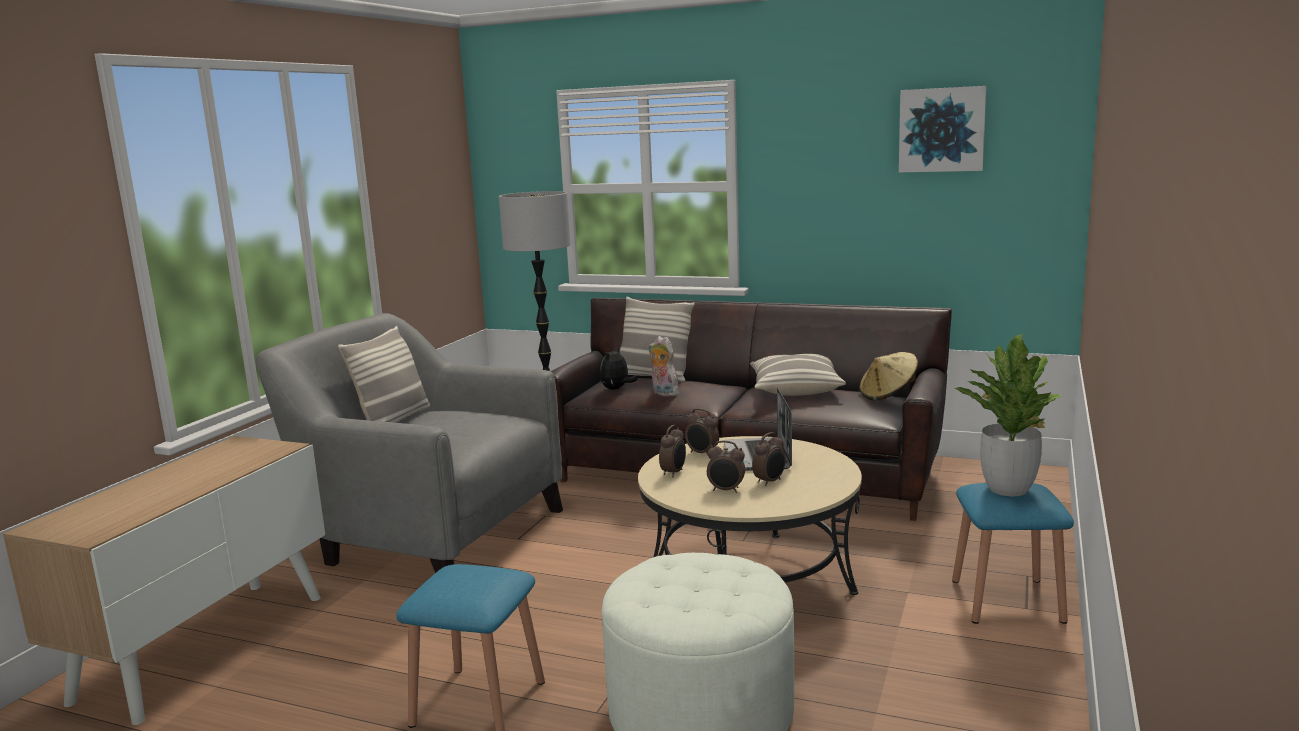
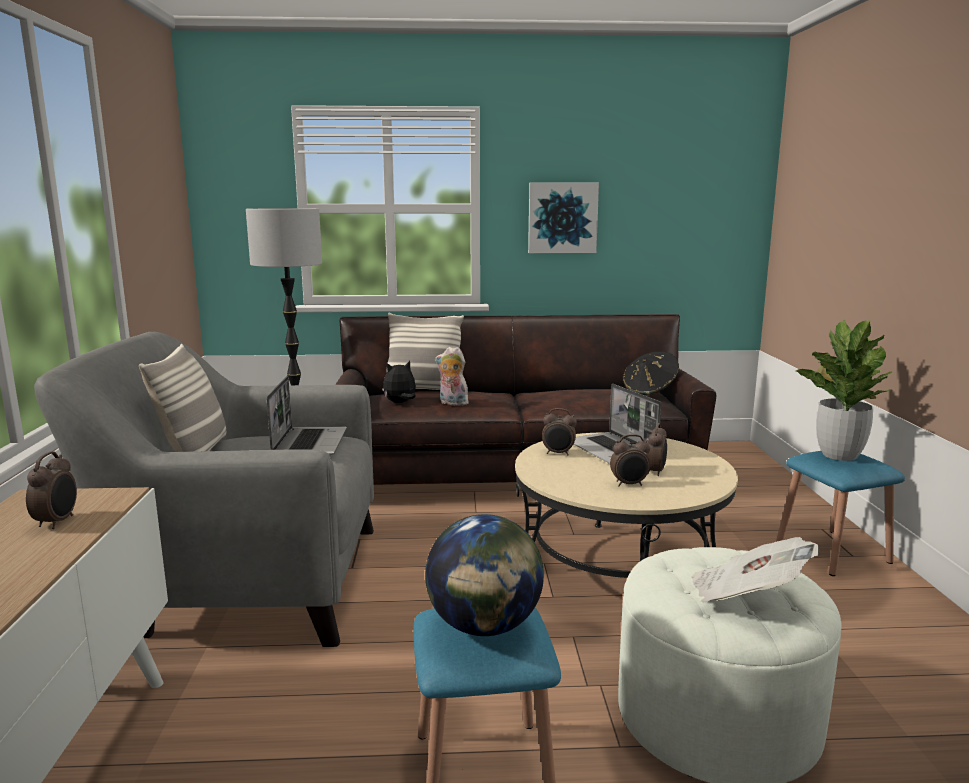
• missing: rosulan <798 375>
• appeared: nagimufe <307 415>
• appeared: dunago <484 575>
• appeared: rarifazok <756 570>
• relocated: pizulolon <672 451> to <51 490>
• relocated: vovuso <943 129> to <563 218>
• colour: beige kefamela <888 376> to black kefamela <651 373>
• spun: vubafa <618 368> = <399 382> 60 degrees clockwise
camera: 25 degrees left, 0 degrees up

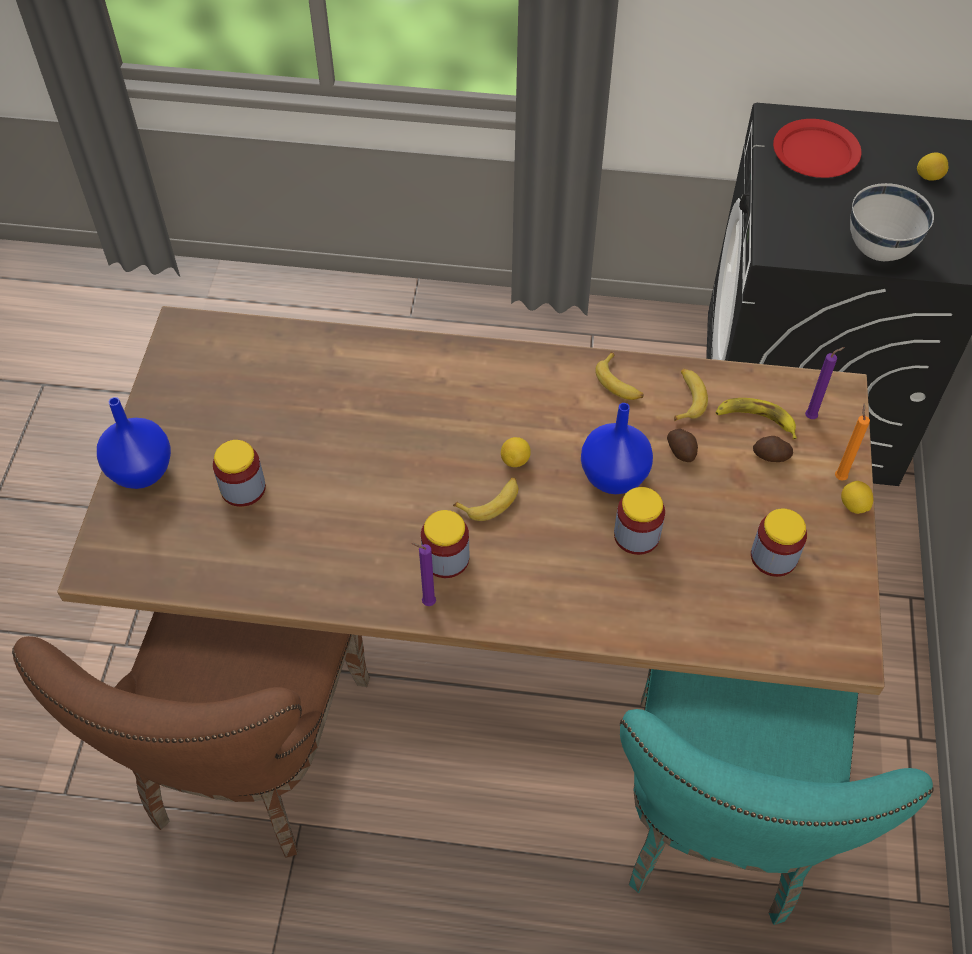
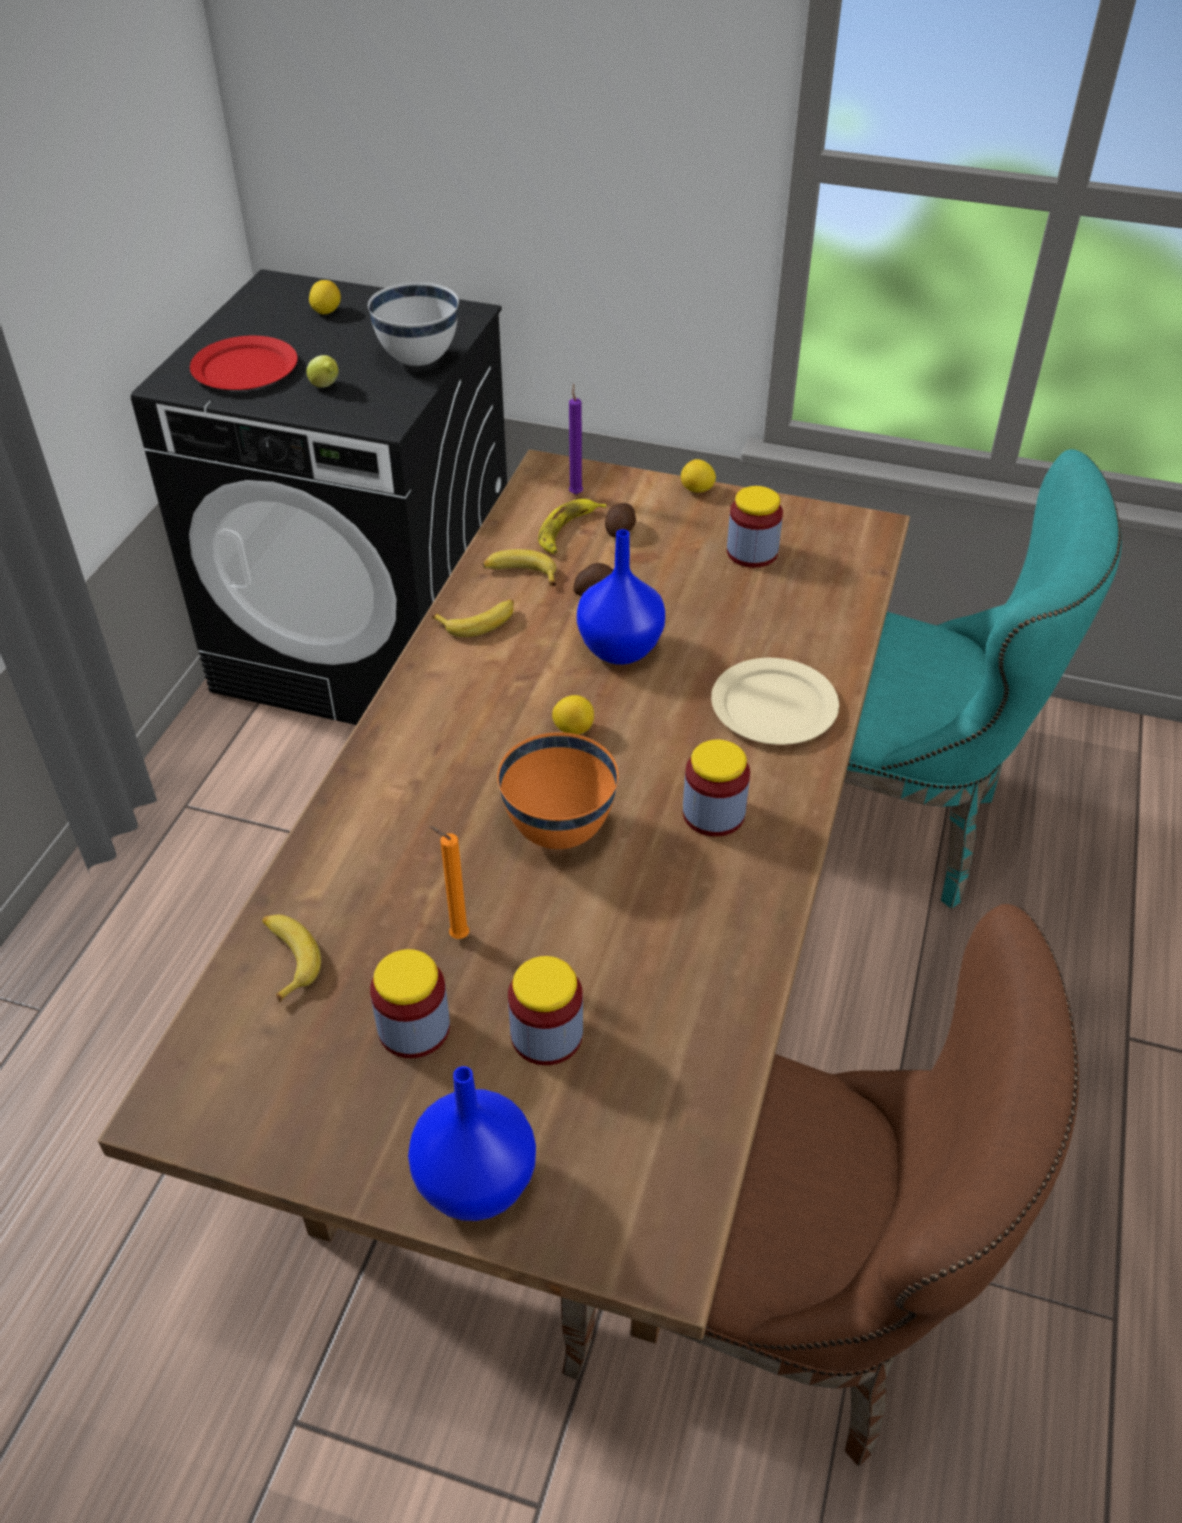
• missing: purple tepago <423 574>
• appeared: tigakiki <322 371>
• appeared: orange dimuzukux <557 790>
• appeared: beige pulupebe <775 701>
• relocated: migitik <485 499> to <291 958>
• relocated: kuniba <639 521> to <410 1003>
• relocated: orange tepago <852 442> to <449 882>
camera: 80 degrees left, 10 degrees down

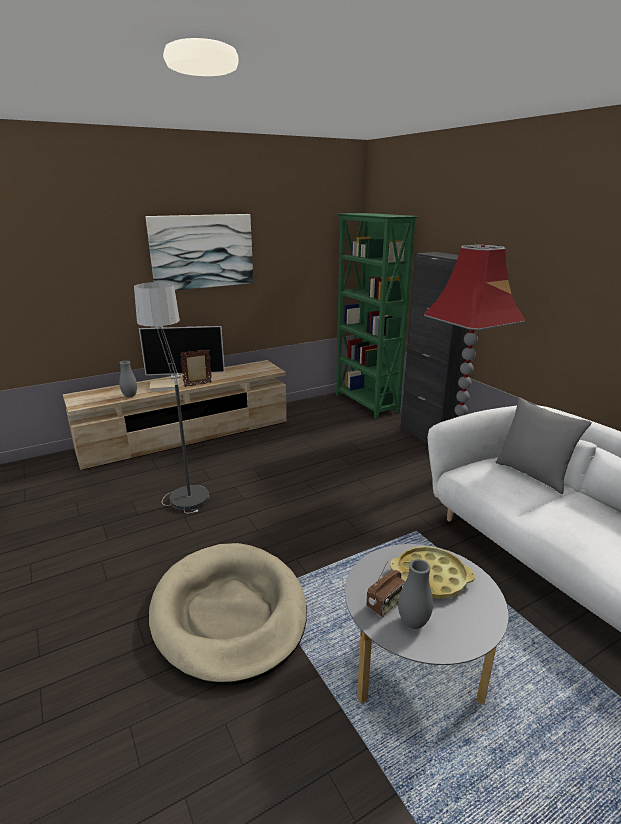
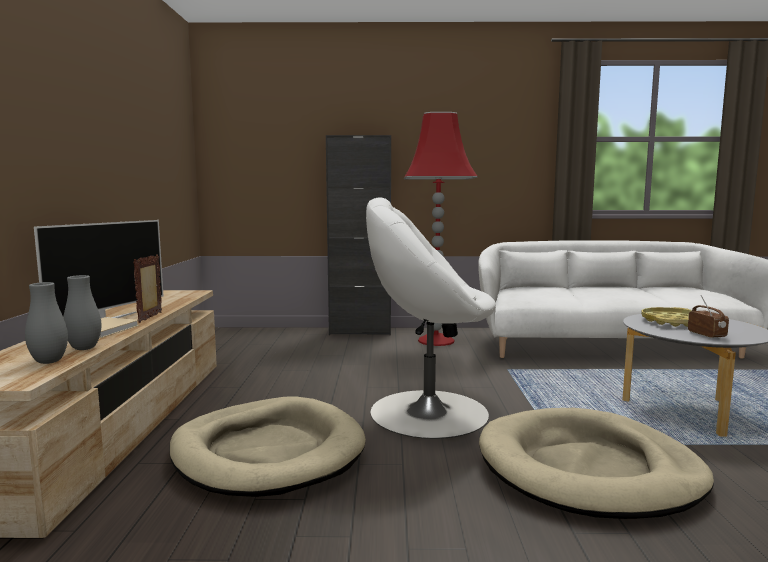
• missing: vovuso <199 252>
• missing: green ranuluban <377 316>
• missing: grey rosulan <544 445>
• appeared: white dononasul <431 318>
• relocated: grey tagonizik <415 594> to <46 323>
• exchanged: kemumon <171 397> to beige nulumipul <267 446>
camera: 60 degrees left, 15 degrees down

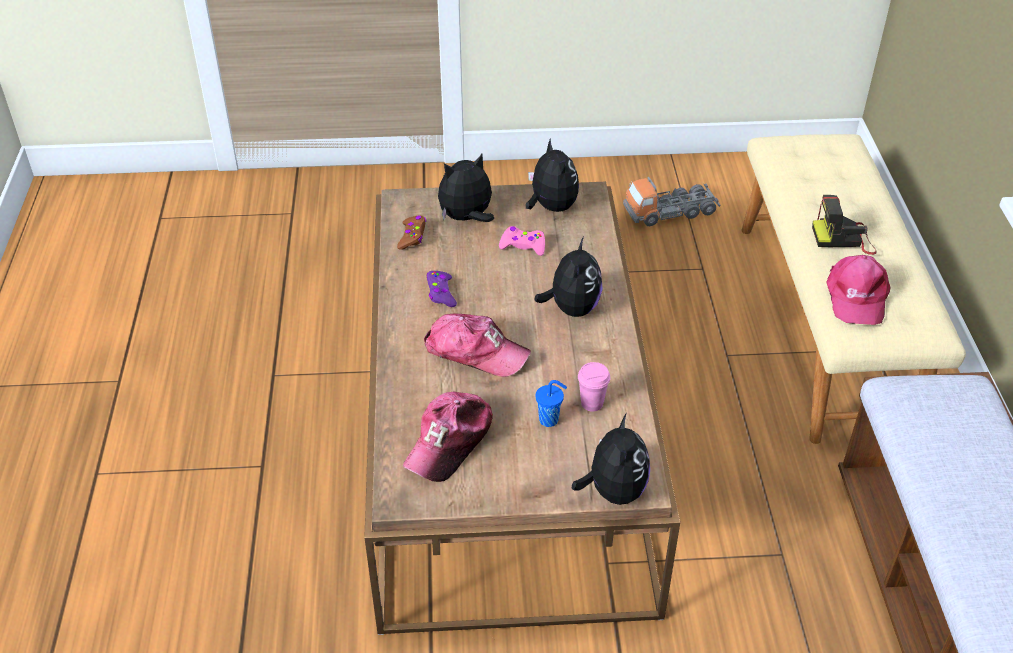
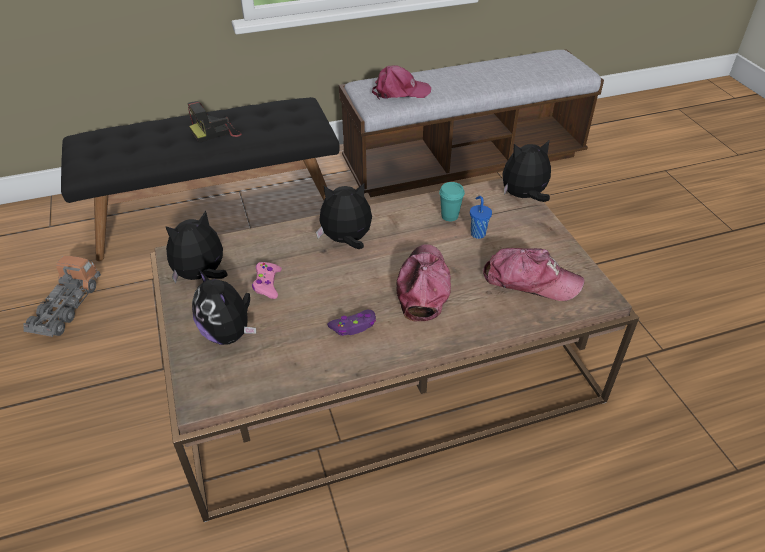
• missing: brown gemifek <411 232>
• relocated: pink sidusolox <858 290> to <401 82>
• colour: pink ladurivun <594 386> to turquoise ladurivun <452 201>
• colour: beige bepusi <853 289> to black bepusi <200 179>
• spun: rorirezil <671 201> = <62 296> 135 degrees counterclockwise
• spun: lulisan <844 225> = <215 121> 75 degrees clockwise
camera: 105 degrees left, 0 degrees up

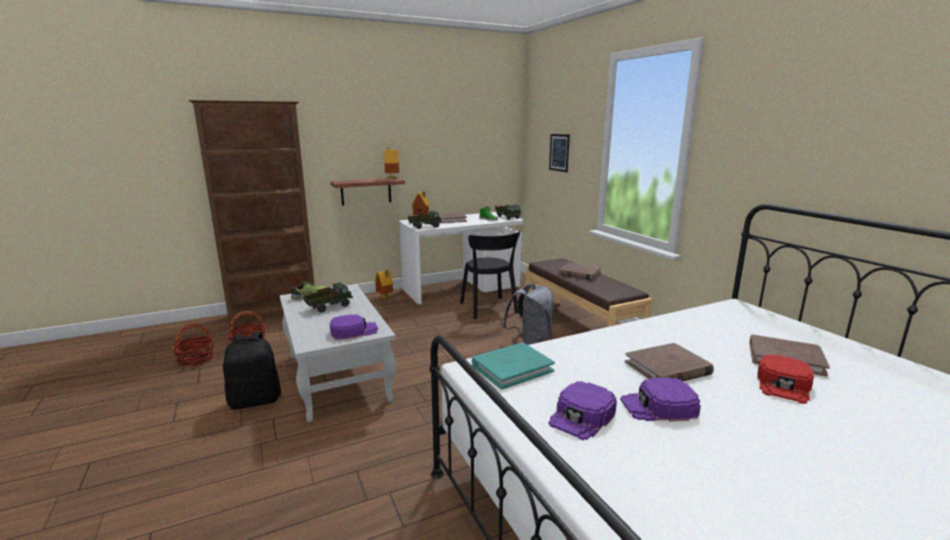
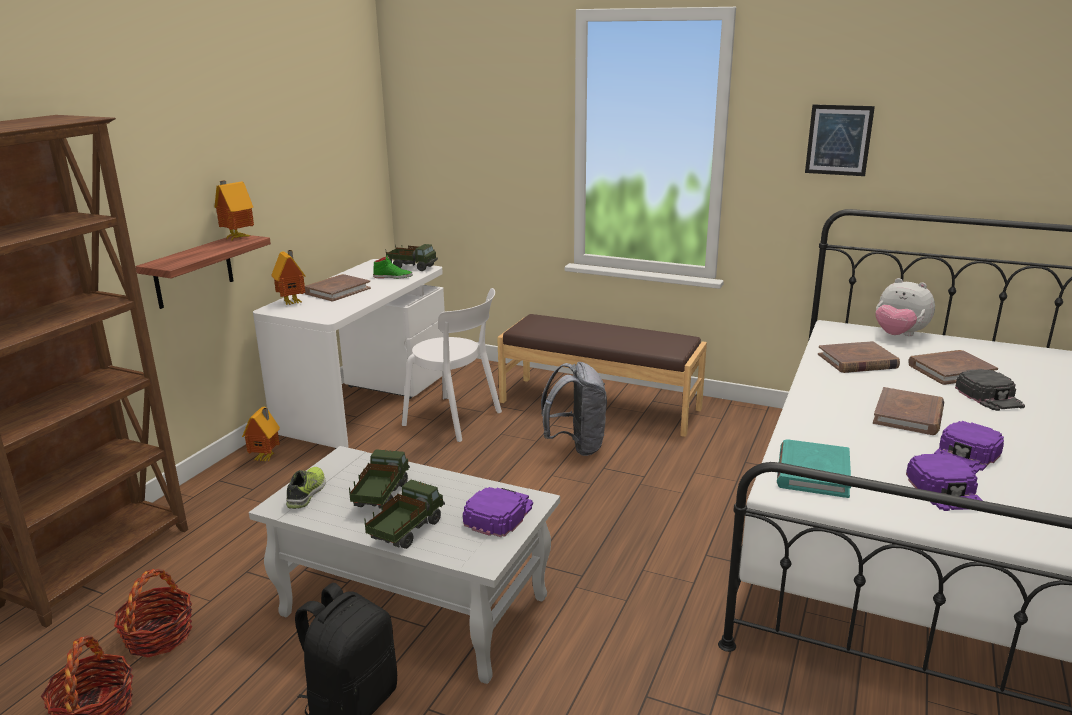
• appeared: vubafa <905 307>
• relocated: rorirezil <425 220> to <404 514>
• relocated: vovuso <559 153> to <840 140>
• relocated: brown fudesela <580 271> to <859 357>
• colour: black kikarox <490 275> to white kikarox <452 365>
• colour: red sidusolox <785 379> to black sidusolox <990 390>
camera: 40 degrees left, 5 degrees up

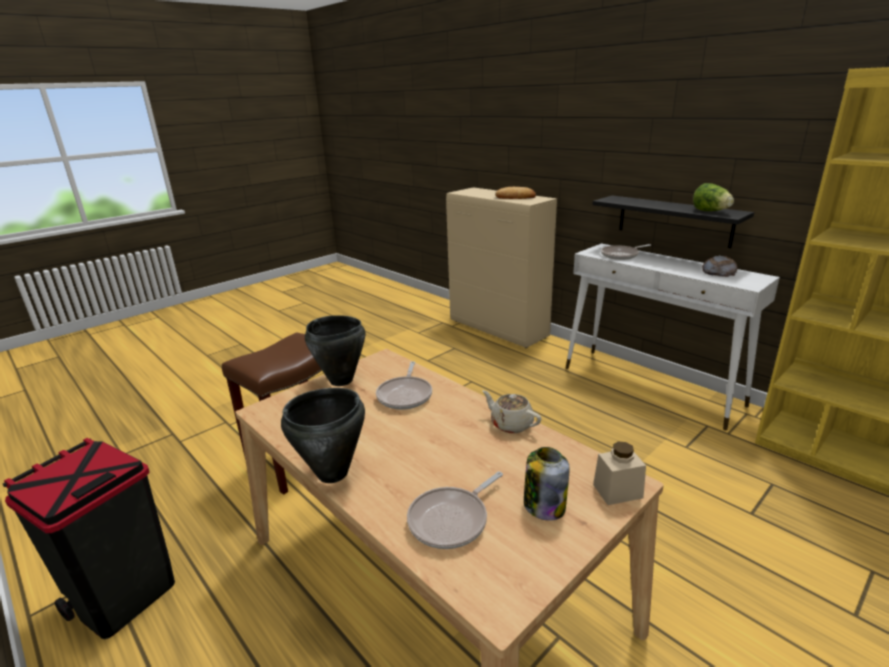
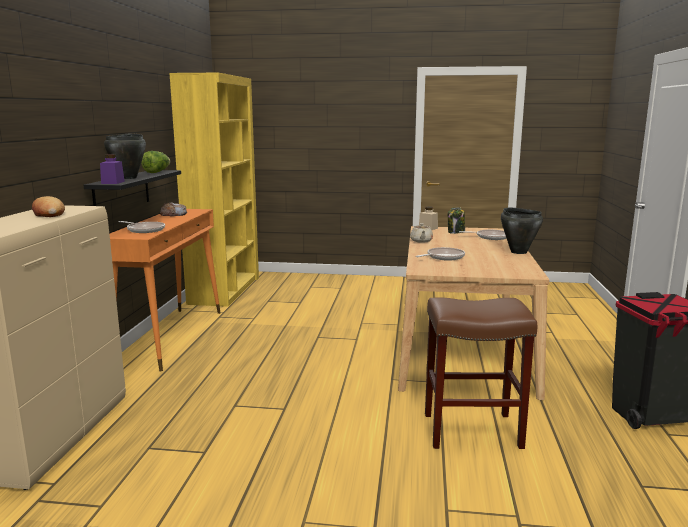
• appeared: purple kuniba <112 169>
• relocated: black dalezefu <335 350> to <125 156>
• colour: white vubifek <673 336> to orange vubifek <164 290>
camera: 130 degrees left, 10 degrees down

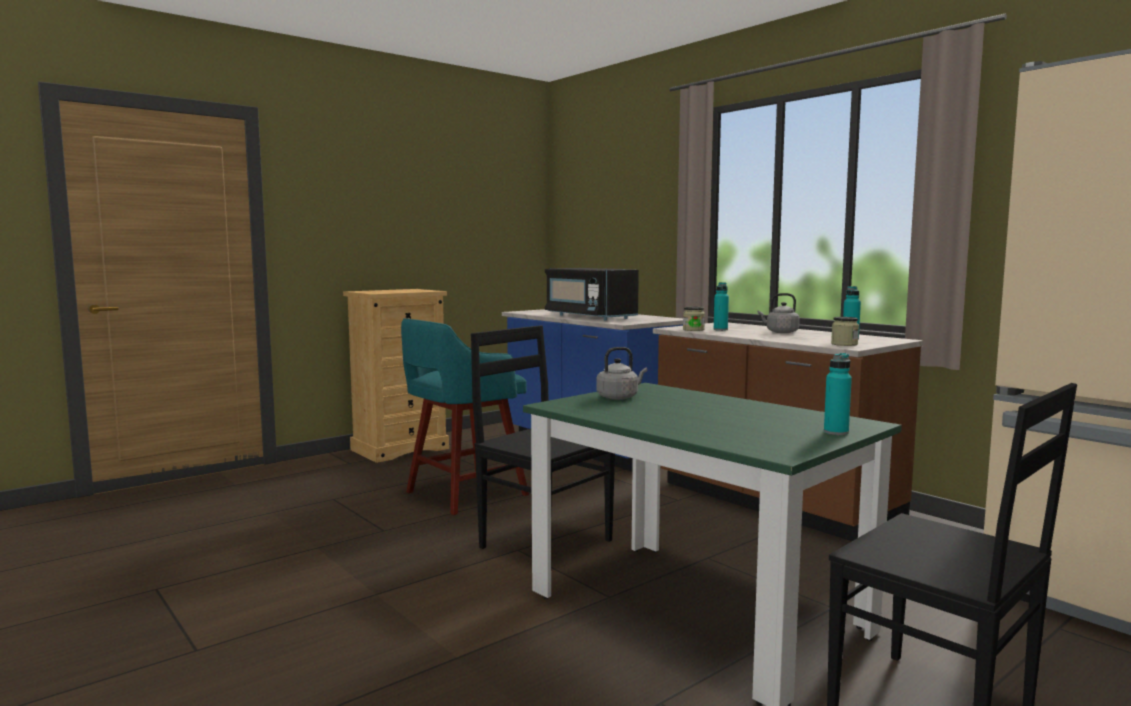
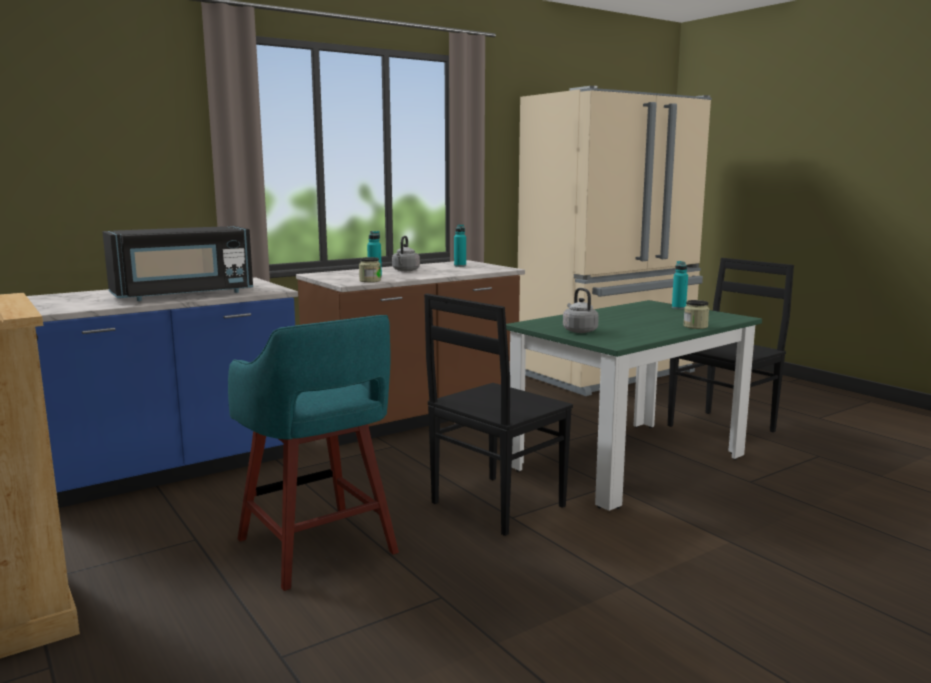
• relocated: kuniba <845 331> to <696 314>
camera: 85 degrees left, 5 degrees up

